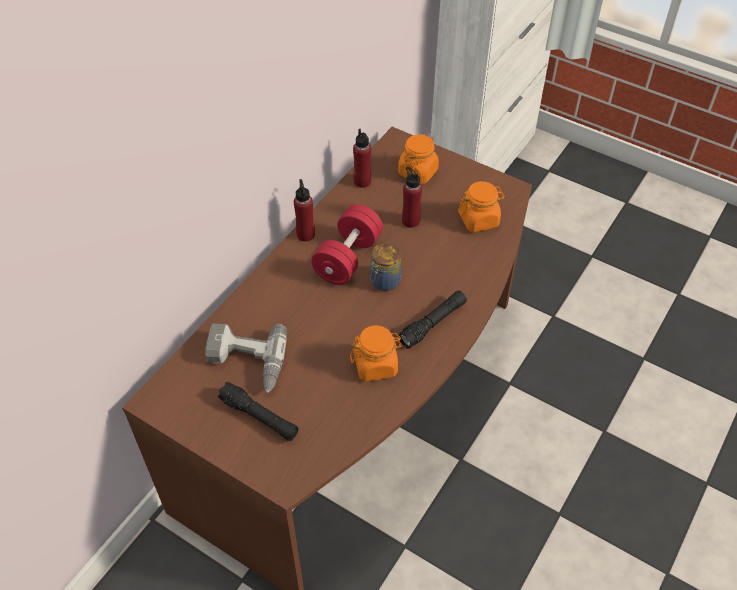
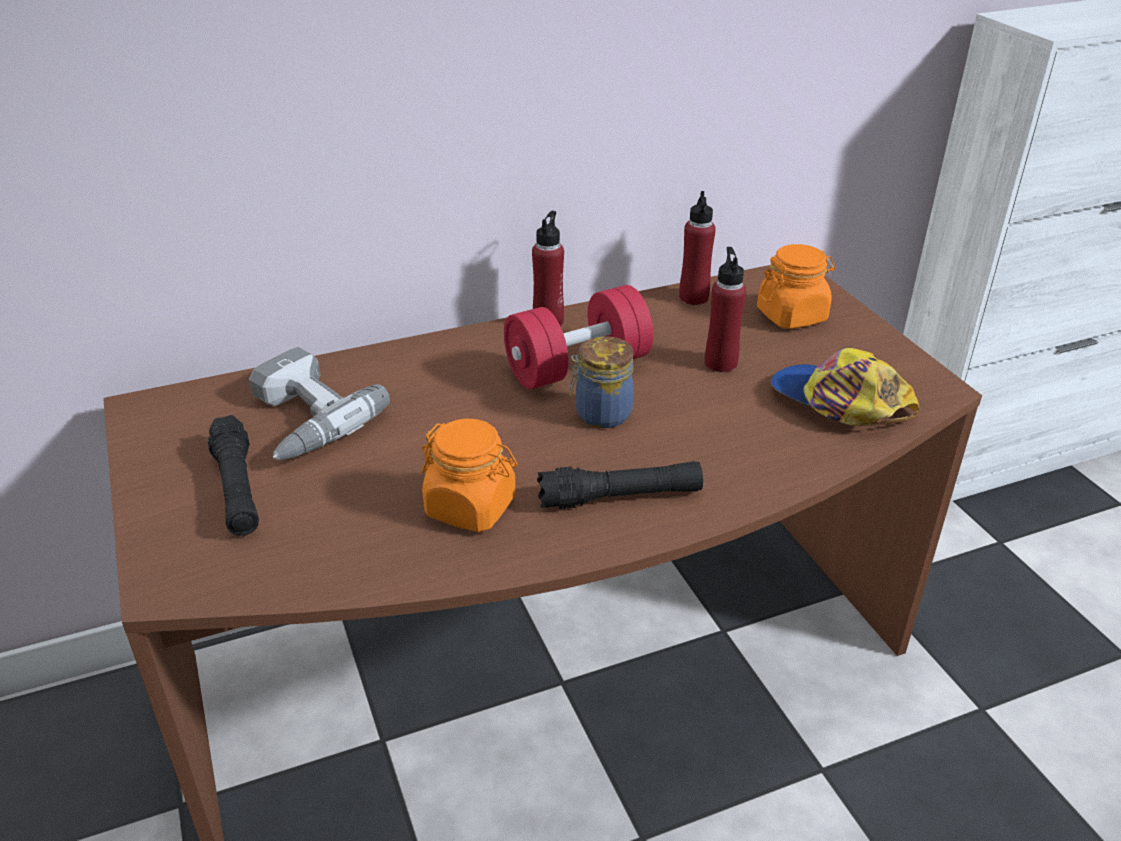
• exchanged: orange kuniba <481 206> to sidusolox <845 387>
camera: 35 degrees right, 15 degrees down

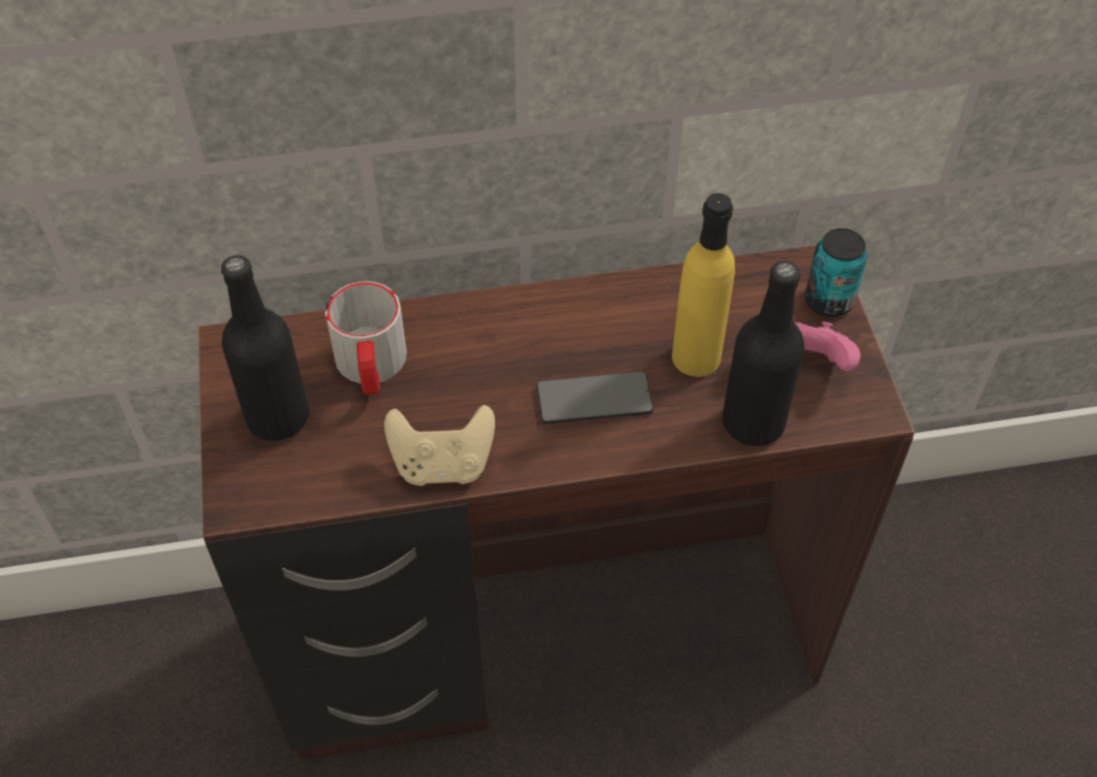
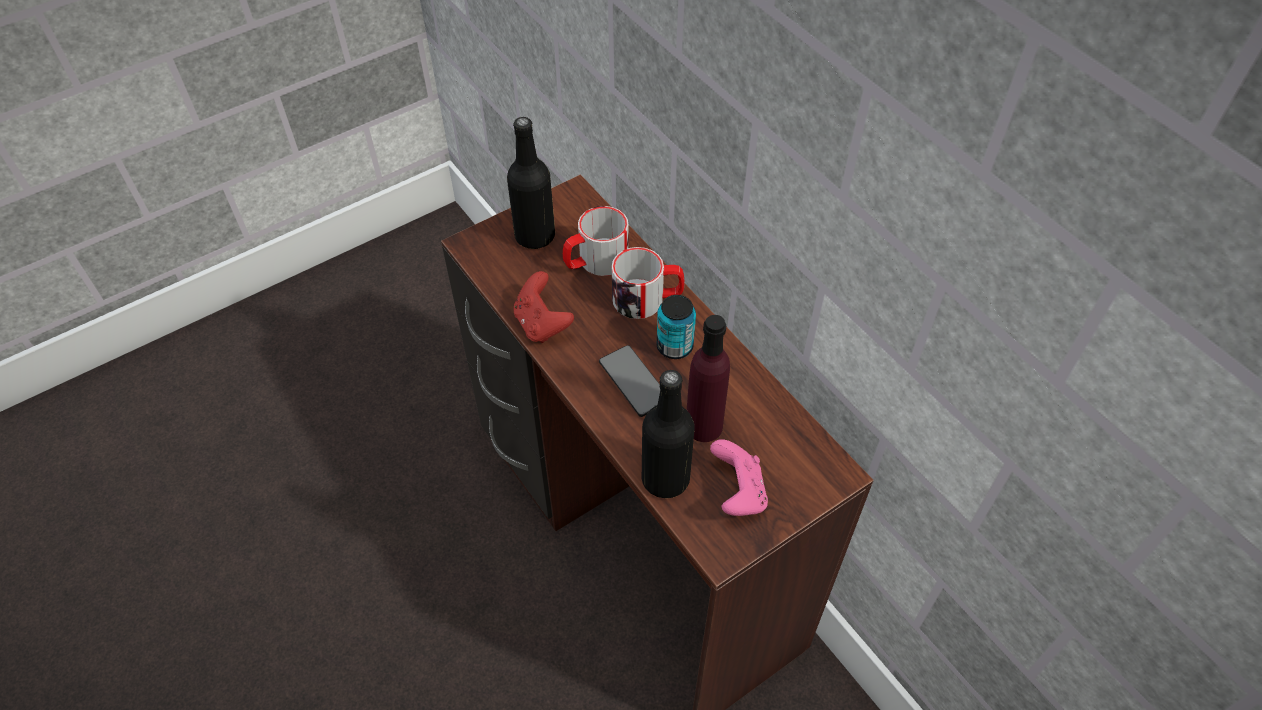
• appeared: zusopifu <648 283>
• relocated: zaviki <836 272> to <676 327>
• colour: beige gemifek <439 445> to red gemifek <544 307>
• colour: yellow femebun <703 285> to purple femebun <708 378>
camera: 65 degrees right, 0 degrees up

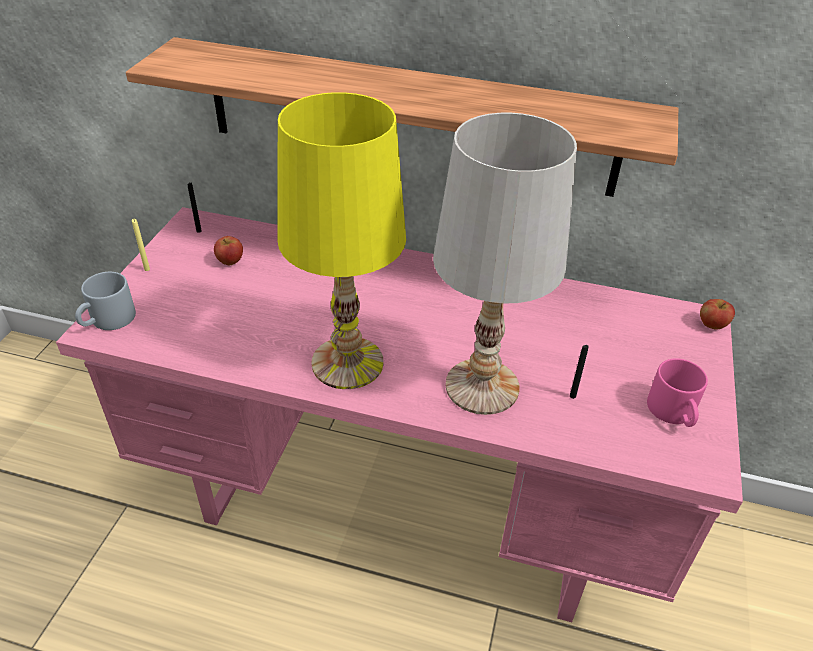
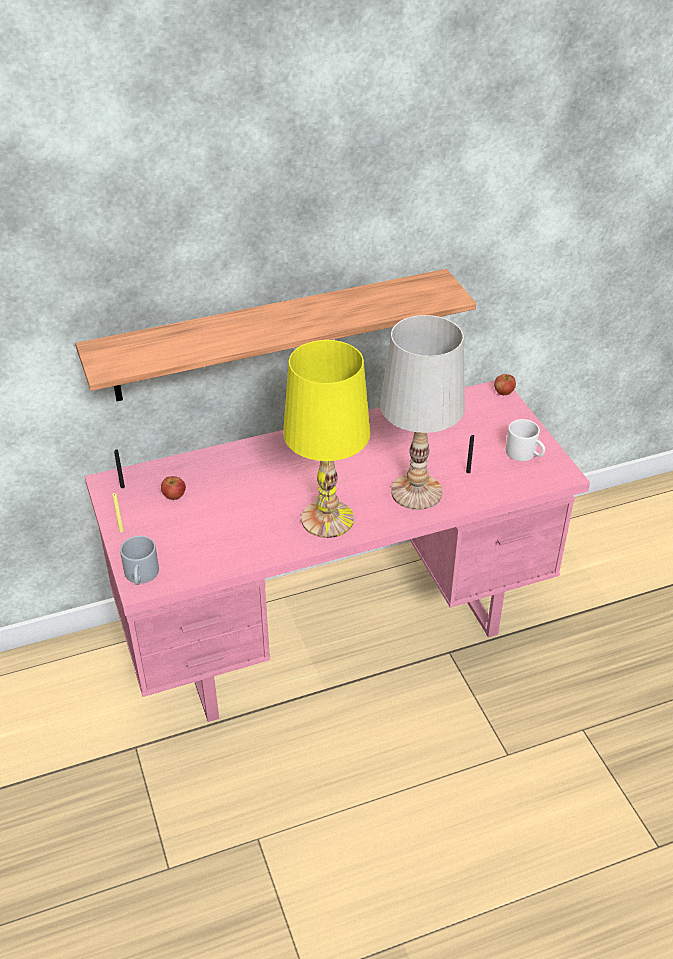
• colour: pink zusopifu <677 392> to white zusopifu <525 440>
camera: 35 degrees left, 0 degrees up

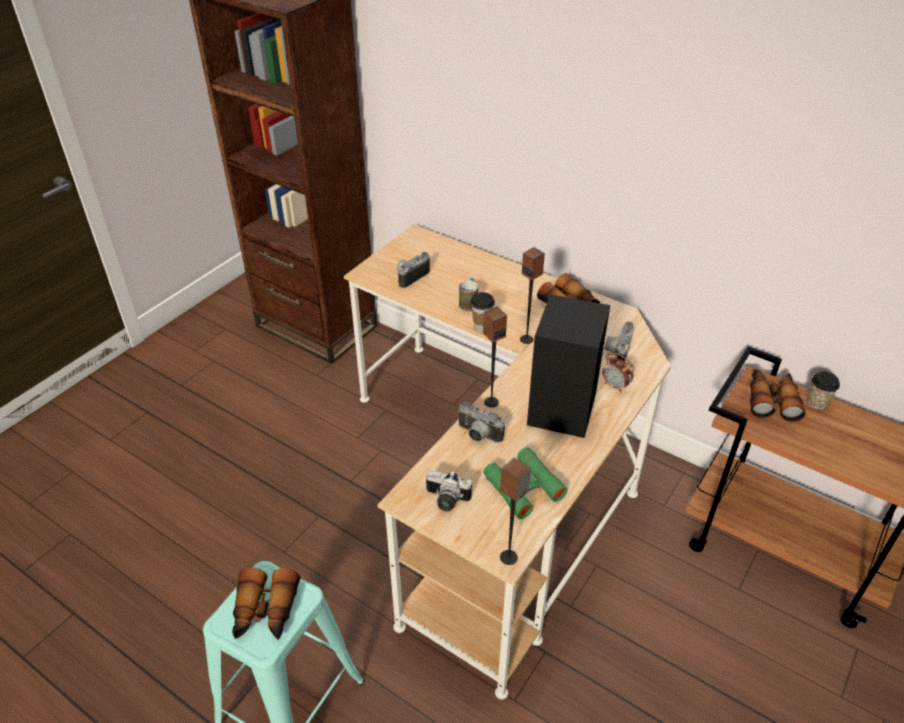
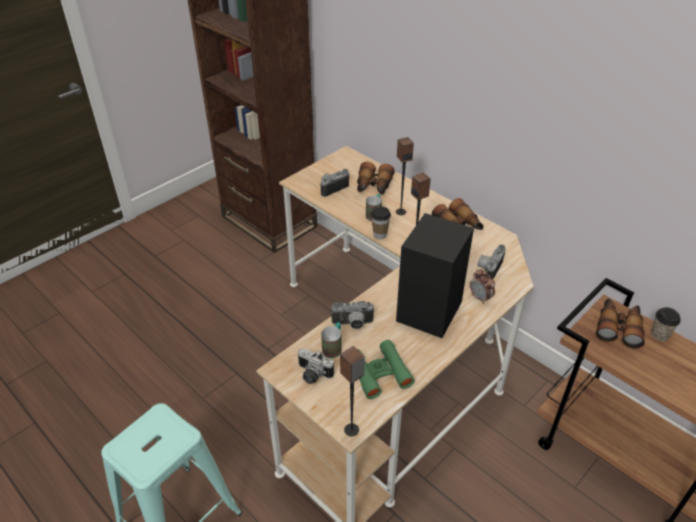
• appeared: zusopifu <331 340>
• relocated: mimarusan <266 603> to <376 178>
• relocated: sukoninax <495 356> to <405 176>
• spun: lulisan <481 422> = <353 315> 45 degrees counterclockwise
camera: 10 degrees right, 0 degrees up

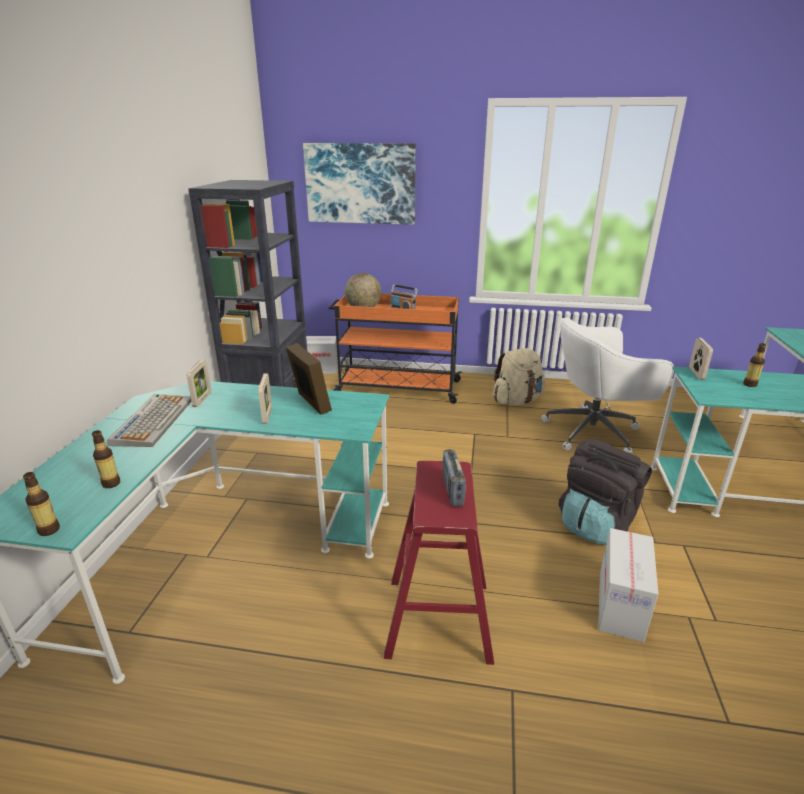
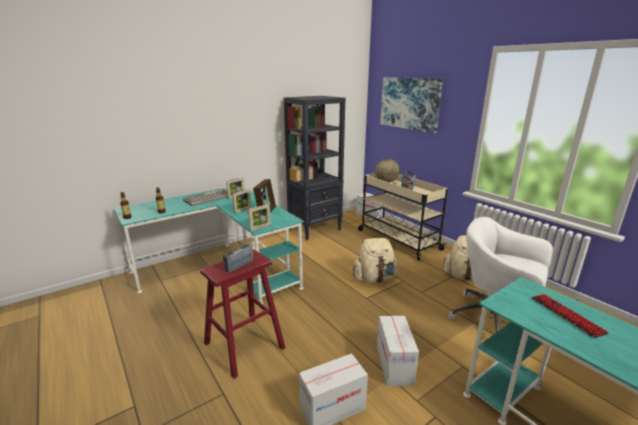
• appeared: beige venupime <375 260>
• relocated: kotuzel <701 359> to <259 217>
• exchanged: black venupime <605 492> to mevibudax <398 351>
• exchanged: femebun <754 365> to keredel <570 316>
• colour: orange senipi <395 349> to beige senipi <403 217>
camera: 45 degrees right, 5 degrees down

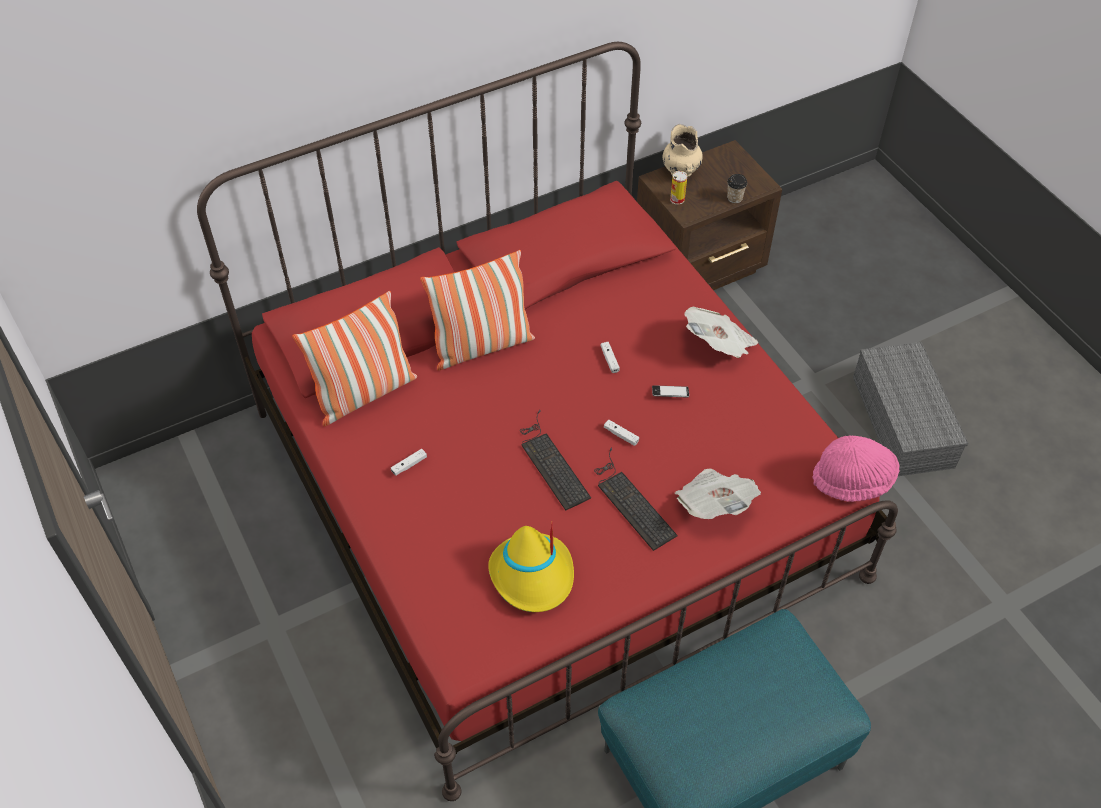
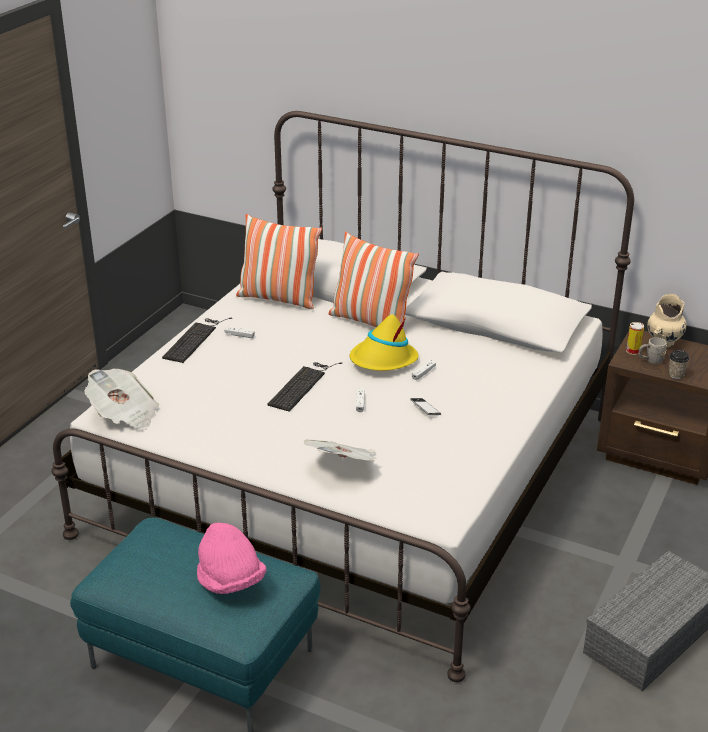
• appeared: grey zusopifu <653 350>
• relocated: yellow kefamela <531 568> to <384 342>
• relocated: keredel <636 499> to <197 340>
• relocated: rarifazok <721 332> to <121 399>
• relocated: pink kefamela <856 468> to <231 558>
• colour: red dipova <547 421> to white dipova <342 396>
camera: 55 degrees right, 20 degrees down

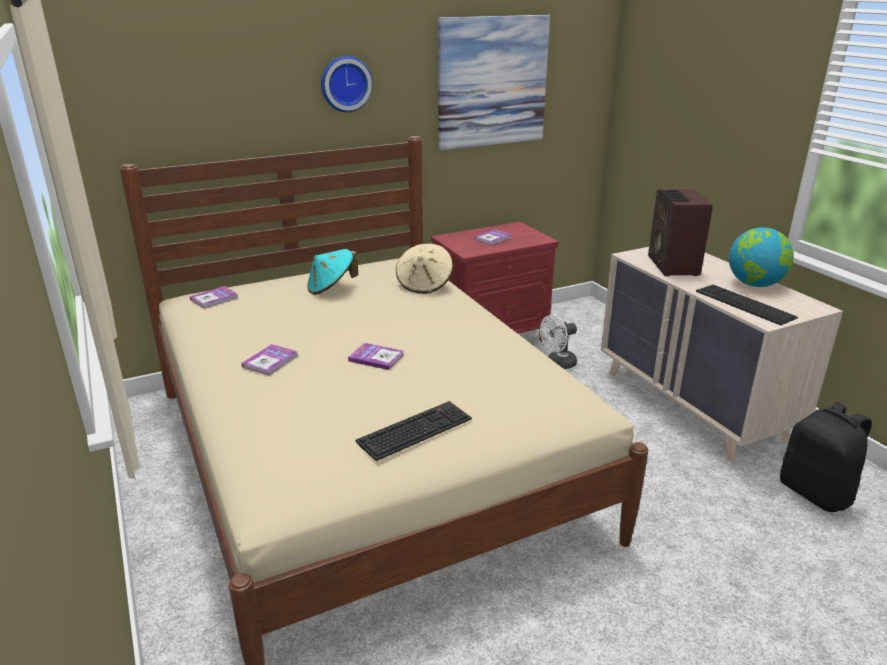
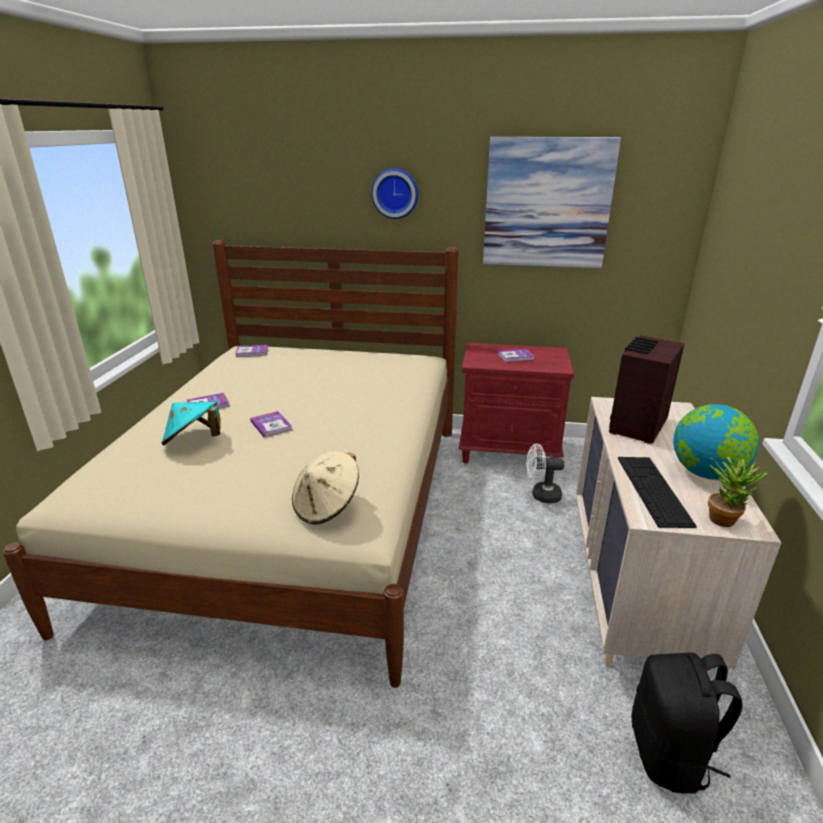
• missing: keredel <413 431>
• appeared: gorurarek <737 491>
• relocated: turquoise kefamela <332 272> to <191 423>
• relocated: beige kefamela <424 269> to <325 488>
camera: 35 degrees right, 0 degrees up

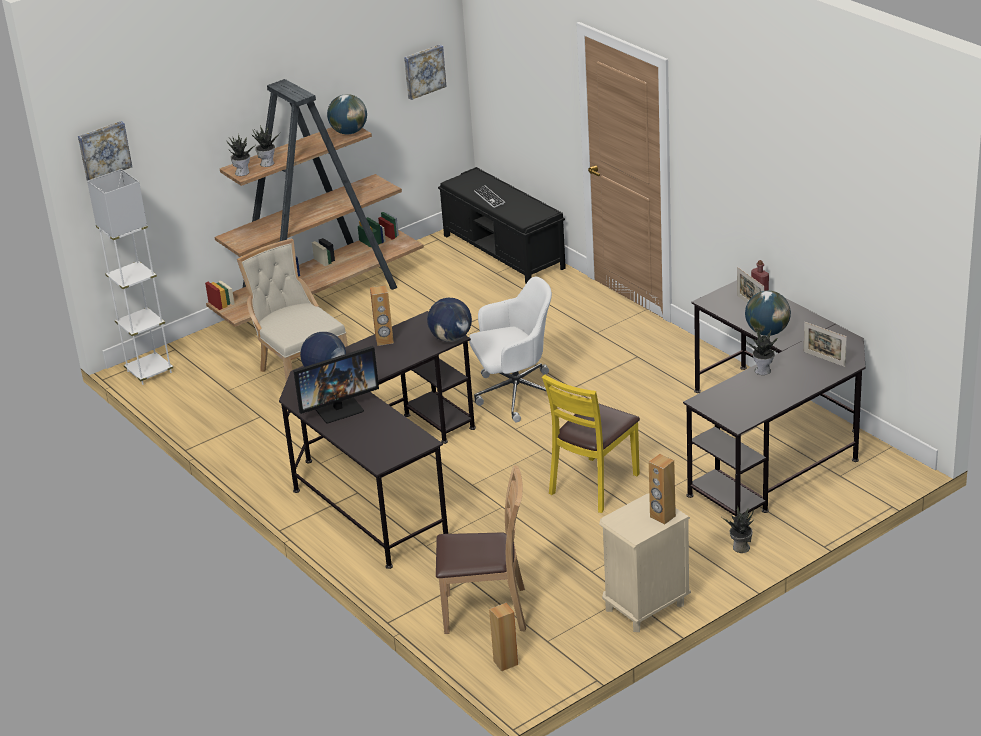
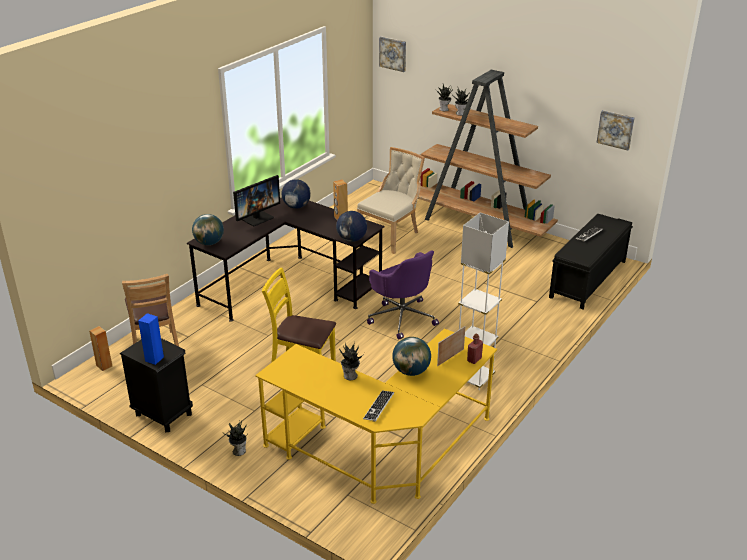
• relocated: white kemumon <130 277> to <483 301>
• relocated: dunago <347 114> to <208 229>
• exchanged: kotuzel <825 344> to keredel <378 406>
• colour: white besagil <510 349> to purple besagil <403 295>
• colour: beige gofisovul <645 563> to black gofisovul <156 385>
• colour: brown sukoninax <662 489> to blue sukoninax <151 339>
• colour: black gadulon <774 398> to yellow gadulon <376 416>
• spun: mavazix <336 385> = <256 200> 90 degrees counterclockwise
camera: 70 degrees right, 0 degrees up

